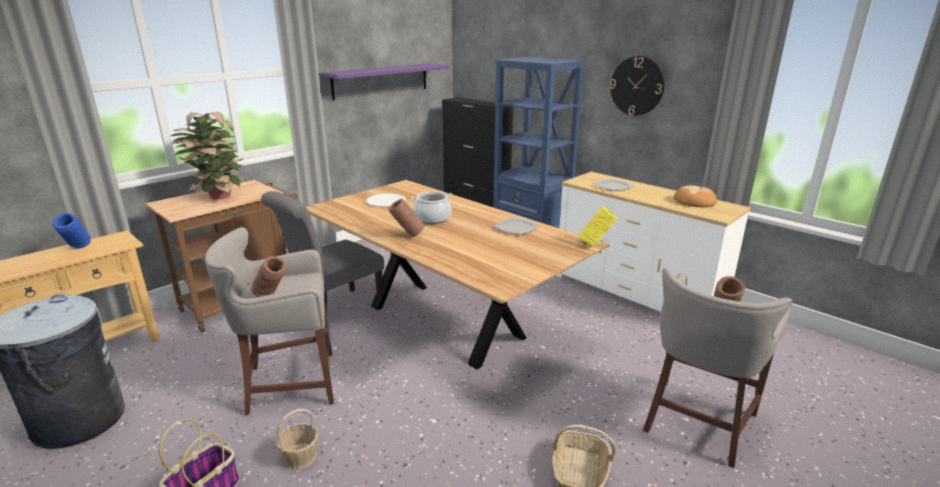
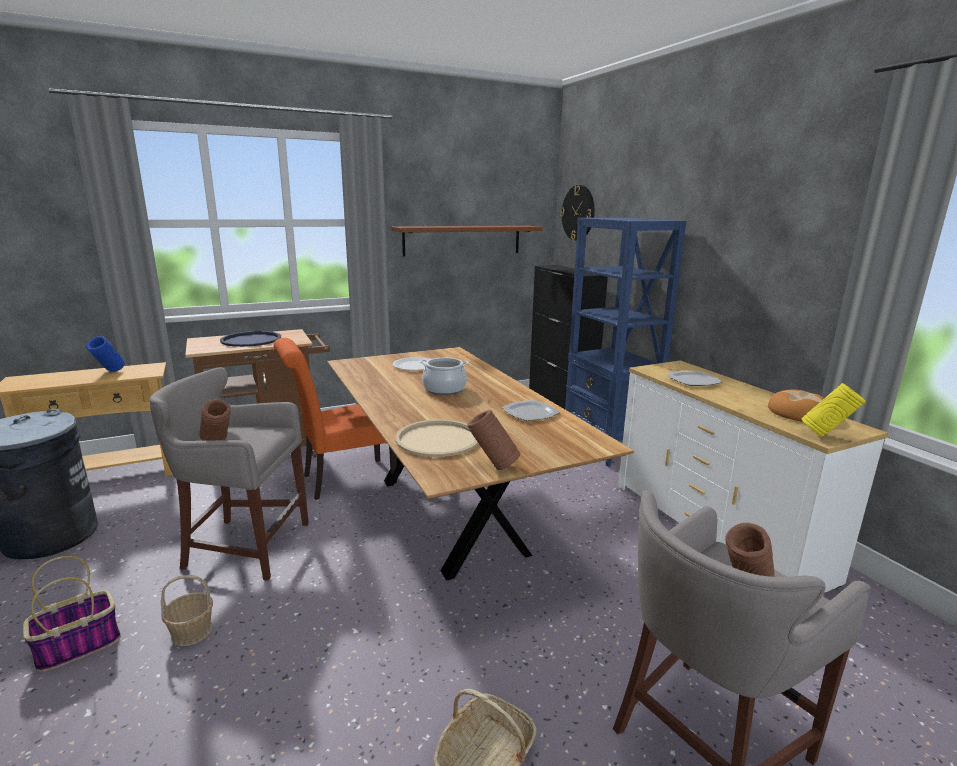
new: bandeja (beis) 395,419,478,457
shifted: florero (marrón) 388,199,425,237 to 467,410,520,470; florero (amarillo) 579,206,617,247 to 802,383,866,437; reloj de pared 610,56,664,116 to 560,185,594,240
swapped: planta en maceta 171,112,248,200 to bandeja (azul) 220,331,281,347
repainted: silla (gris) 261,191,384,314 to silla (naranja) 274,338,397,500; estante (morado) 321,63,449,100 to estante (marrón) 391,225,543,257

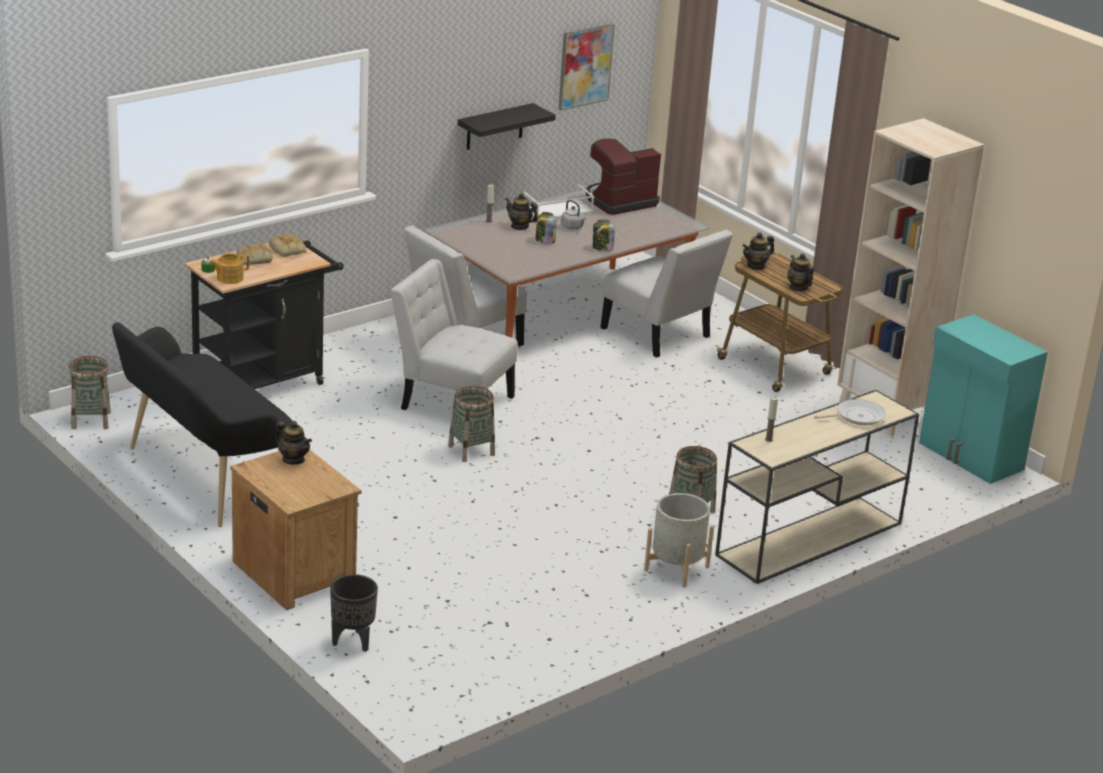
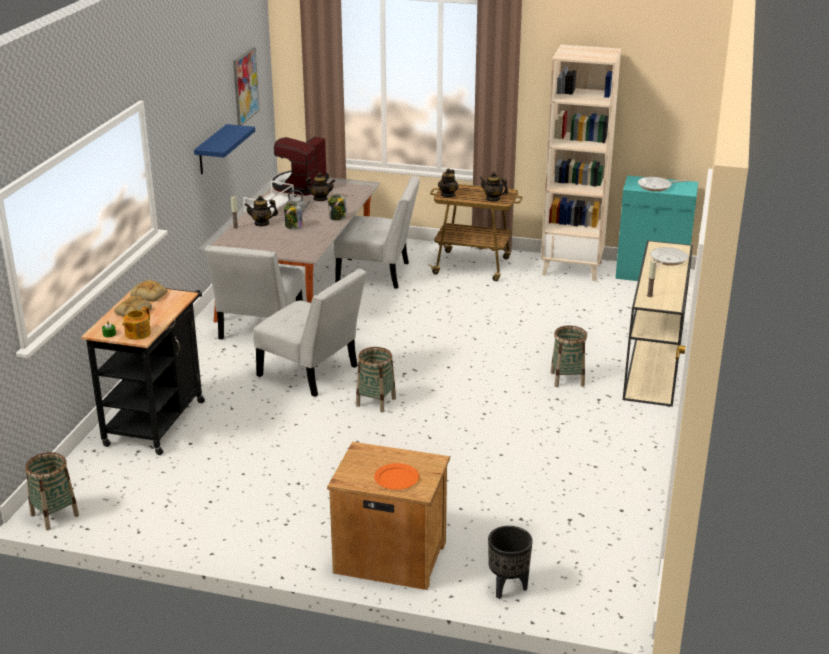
gone: banco (negro) 112,322,292,527; maceta (gris) 644,493,714,587
new: plato (naranja) 374,463,419,490; sartén 638,177,687,192
shifted: tetera 275,421,312,465 to 304,172,335,201
repainted: estante (negro) 458,103,556,150 to estante (azul) 194,124,255,174
rotated: silla (blanco) 390,259,518,410 = 253,269,366,397 135 degrees counterclockwise

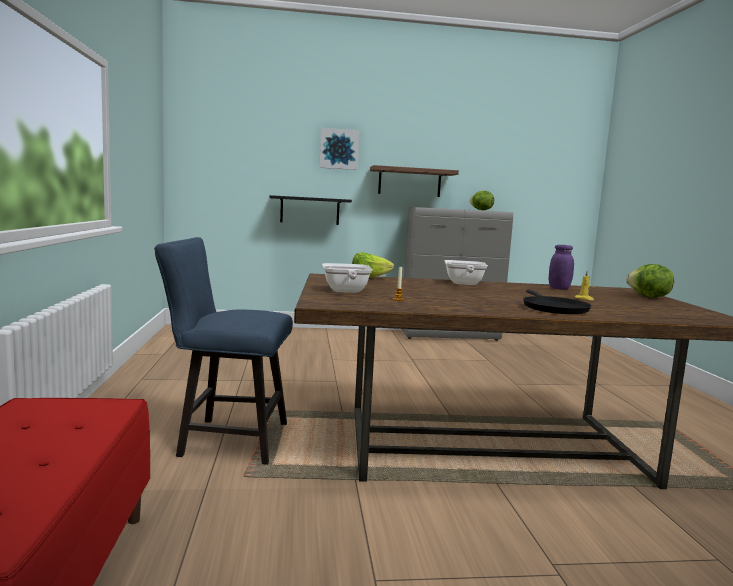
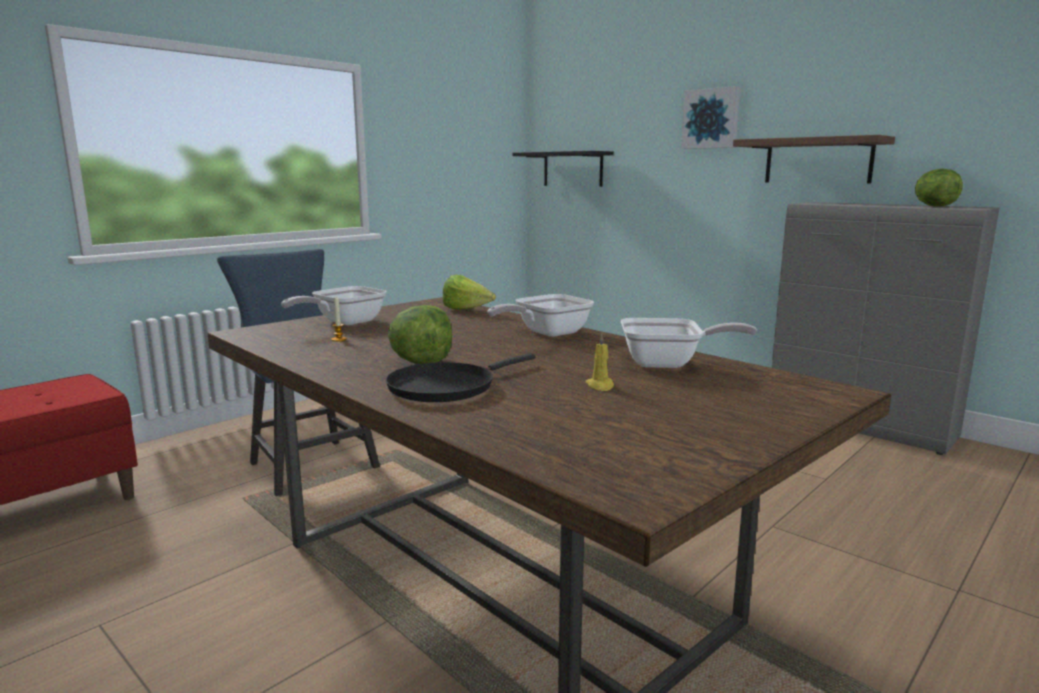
shifted: estante (negro) 269,195,352,225 to 512,151,614,187; lechuga 626,264,674,297 to 388,305,452,364
swapped: tarro (morado) 549,245,574,290 to sartén 621,318,757,368

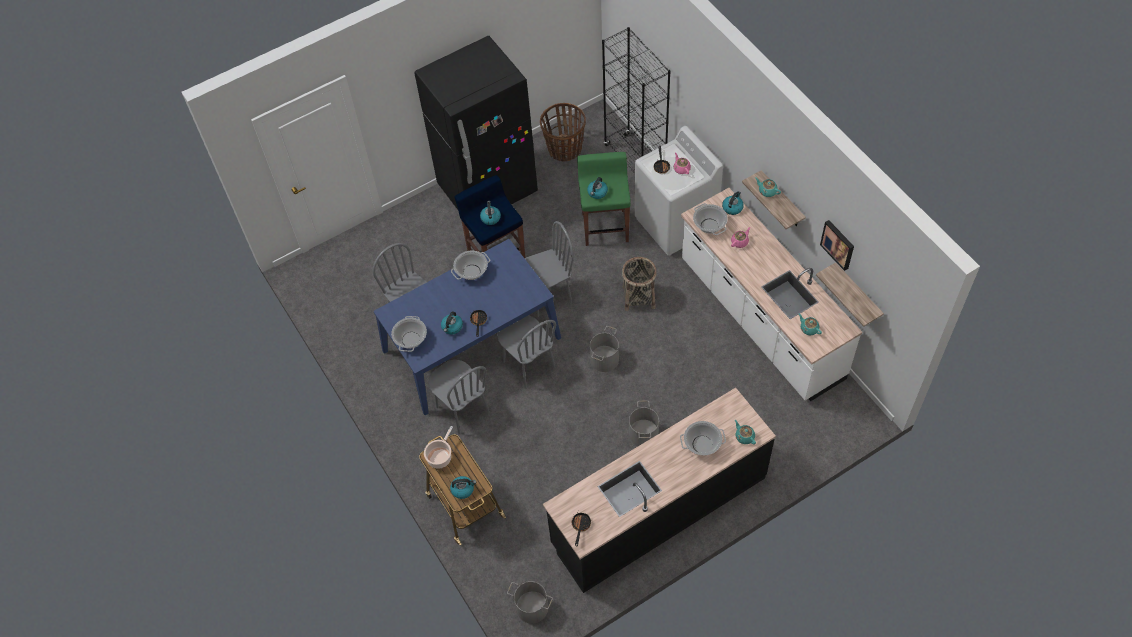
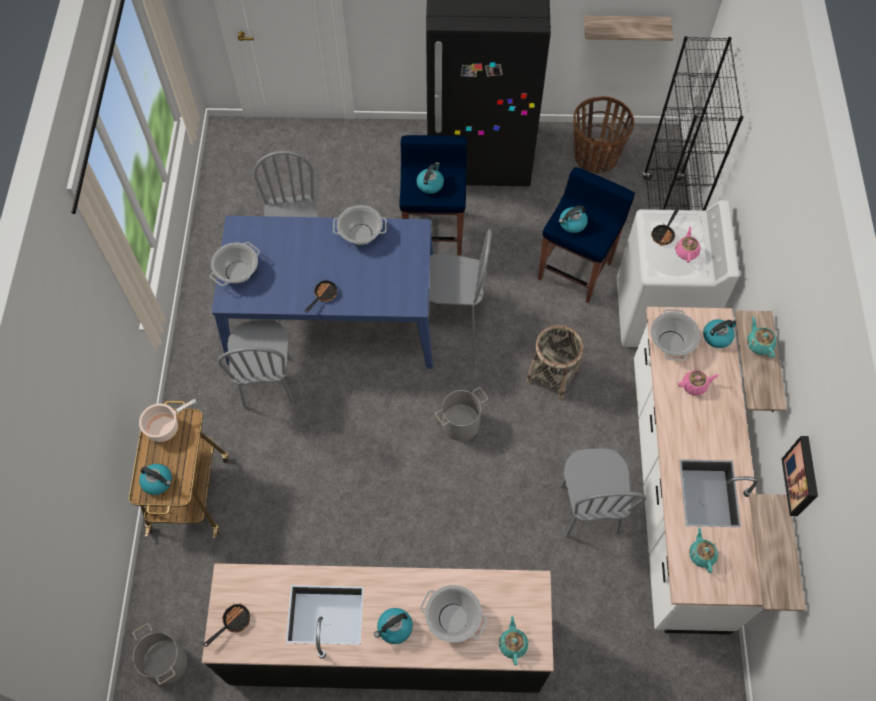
gone: cubo (gris) 629,401,659,446
new: estante 584,15,674,41
shifted: hervidor 441,312,463,334 to 374,608,413,644; silla (gris) 497,315,556,389 to 561,448,647,538
repainted: taburete (verde) 577,152,631,246 to taburete (azul) 538,167,635,303

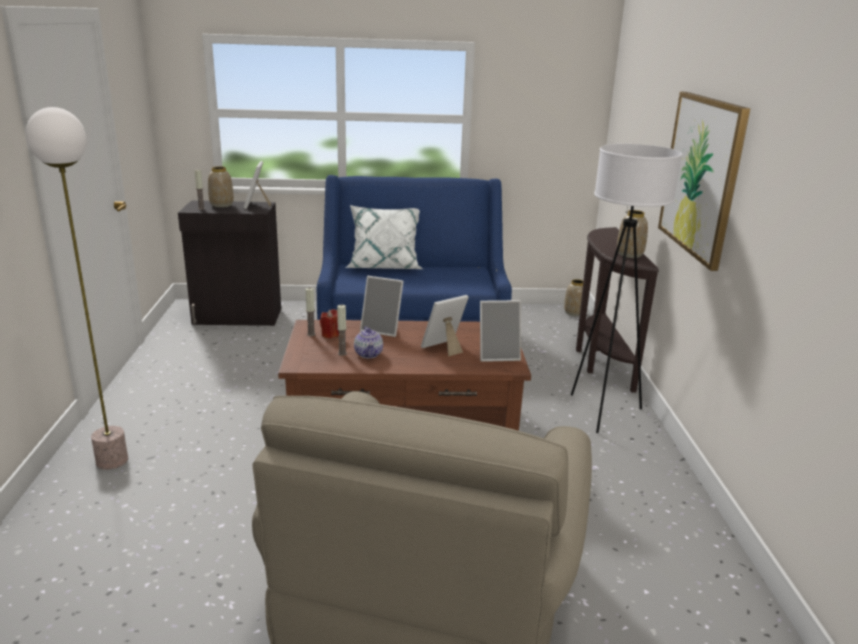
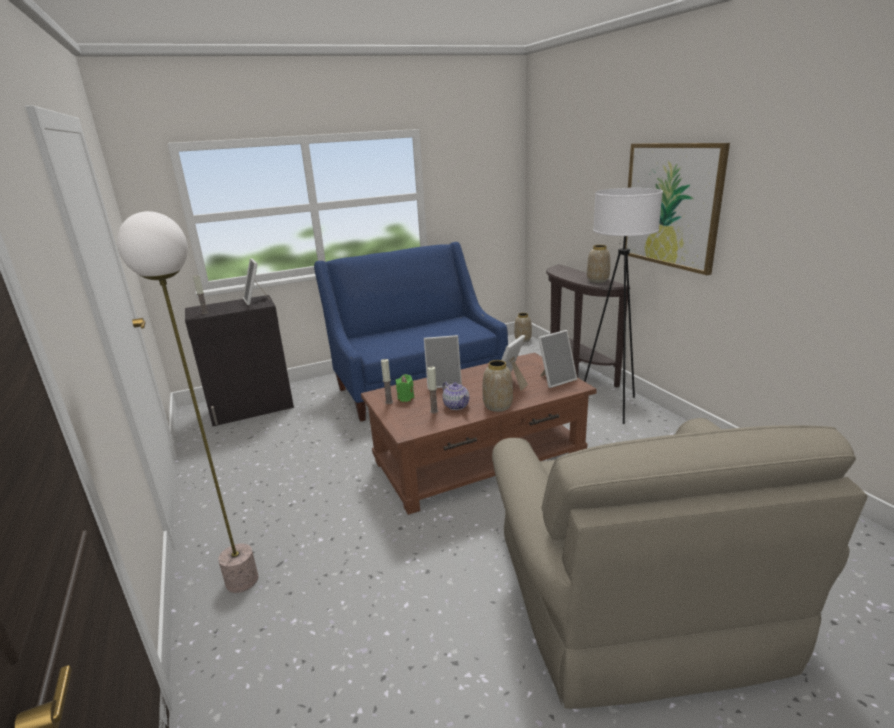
gone: cojín (blanco) 345,205,423,269
shifted: florero 208,166,234,208 to 482,360,513,412
repainted: vela (rojo) 320,309,339,338 to vela (verde) 396,374,414,402

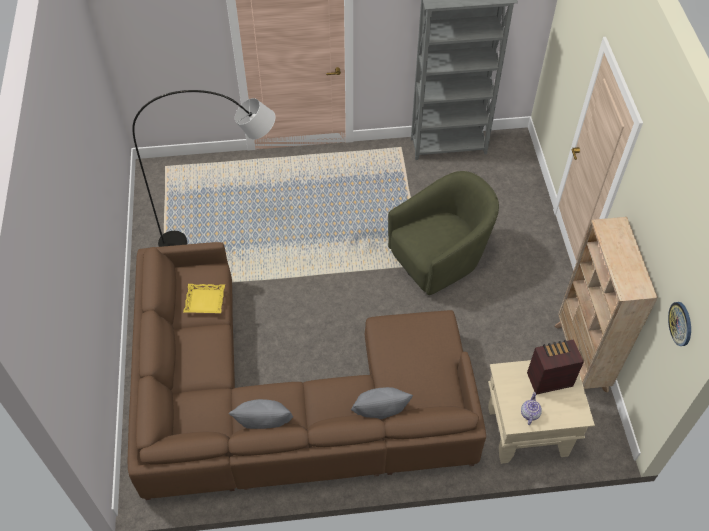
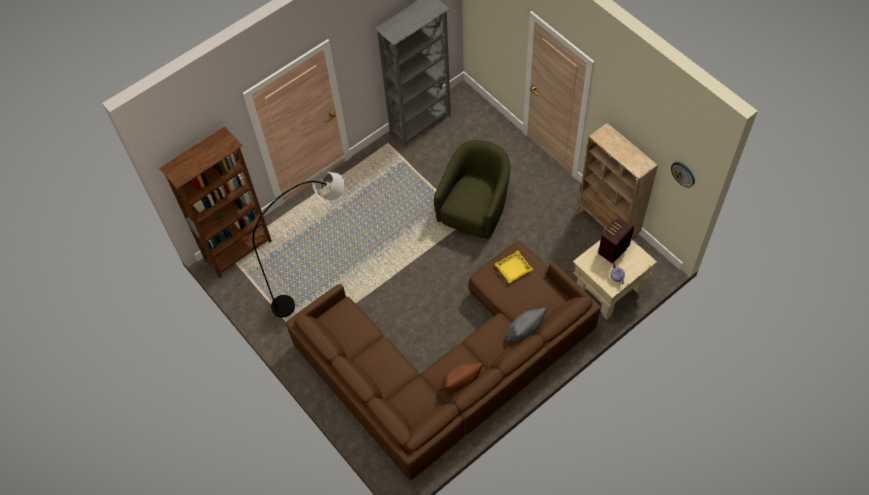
new: estantería (marrón) 159,126,272,278
shifted: bandeja (amarillo) 183,284,225,313 to 495,251,533,283
repainted: cojín (gris) 229,399,293,429 to cojín (marrón) 440,363,483,392

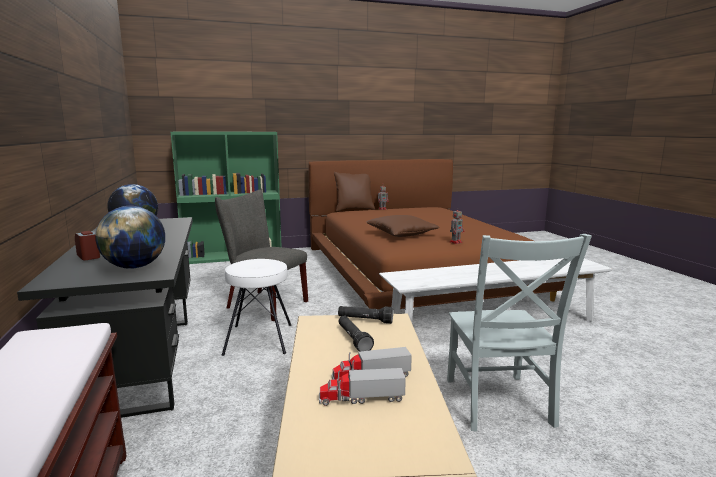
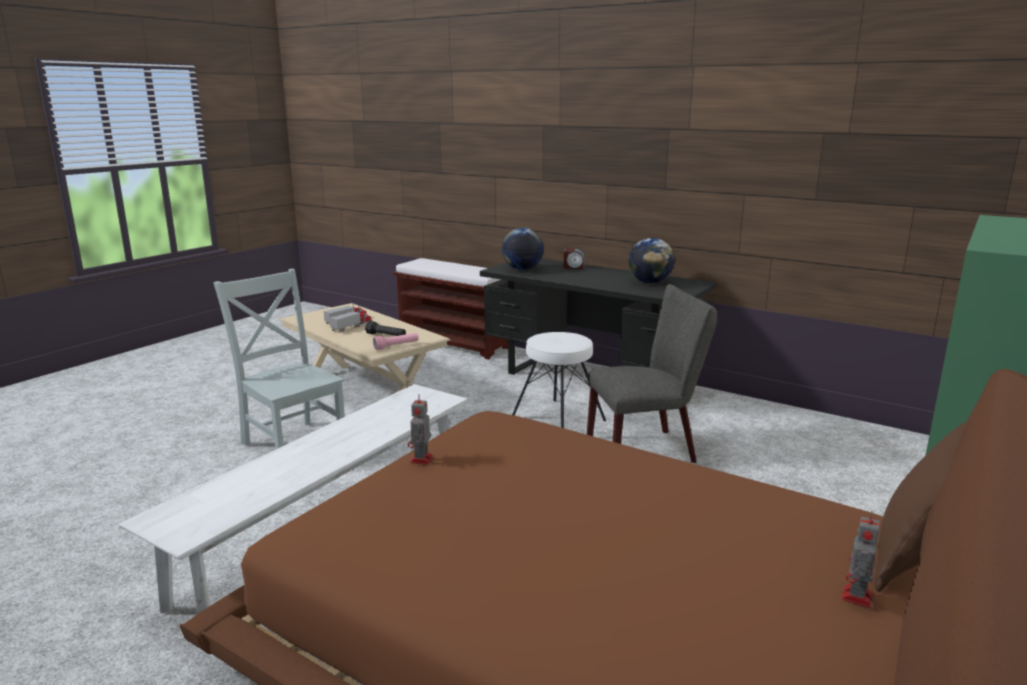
gone: cojín (marrón) 366,215,439,237
repainted: linterna (negro) 338,306,393,324 to linterna (rosa) 373,333,418,350

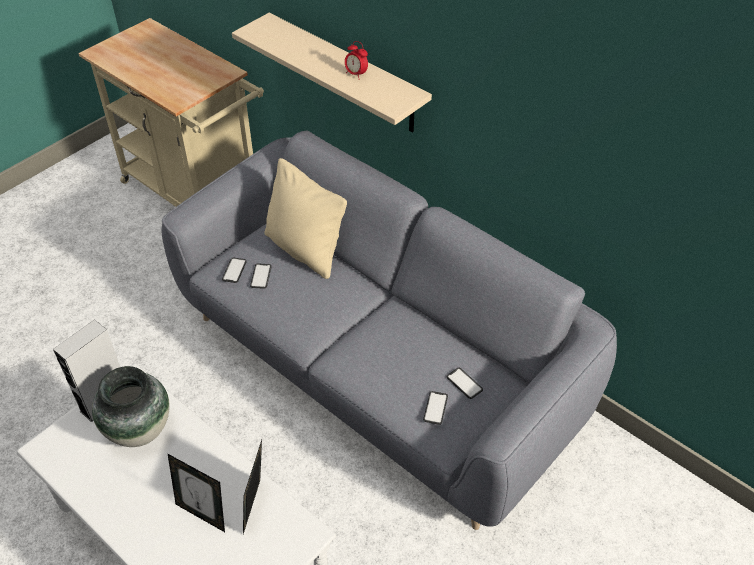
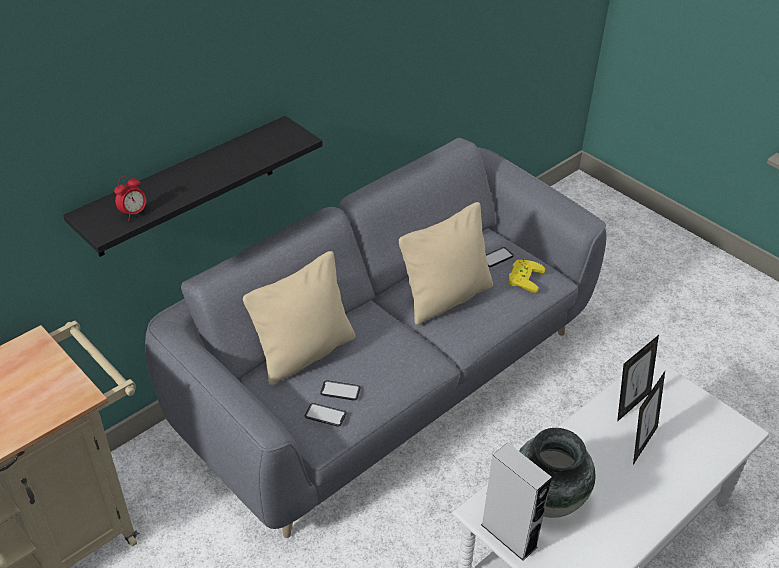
new: cojín (beis) 399,202,493,325
shifted: despertador 345,41,368,80 to 114,175,147,220
swapped: móvil 423,391,448,425 to mando de consola (amarillo) 508,260,545,293
repainted: estante (beis) 232,13,432,133 to estante (negro) 63,116,323,257
rotated: portarretratos 243,440,262,534 = 617,335,659,422 60 degrees counterclockwise

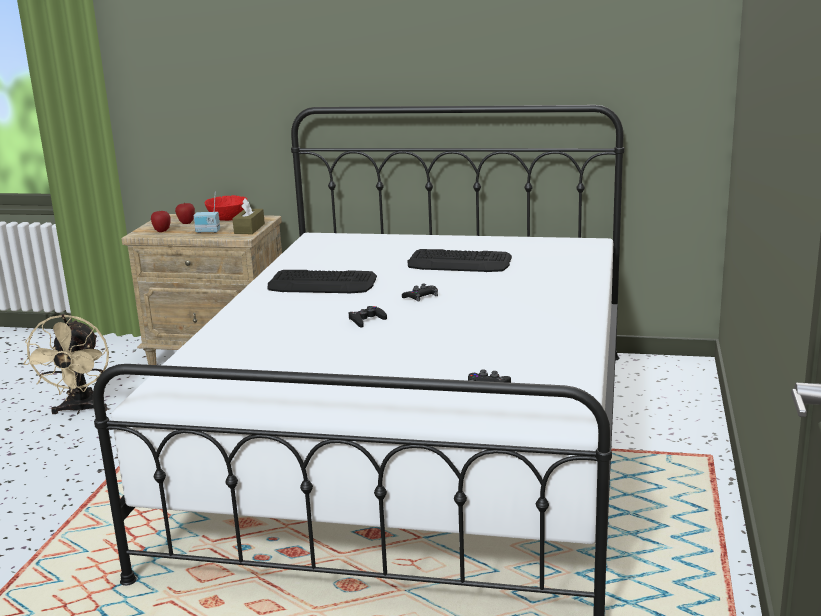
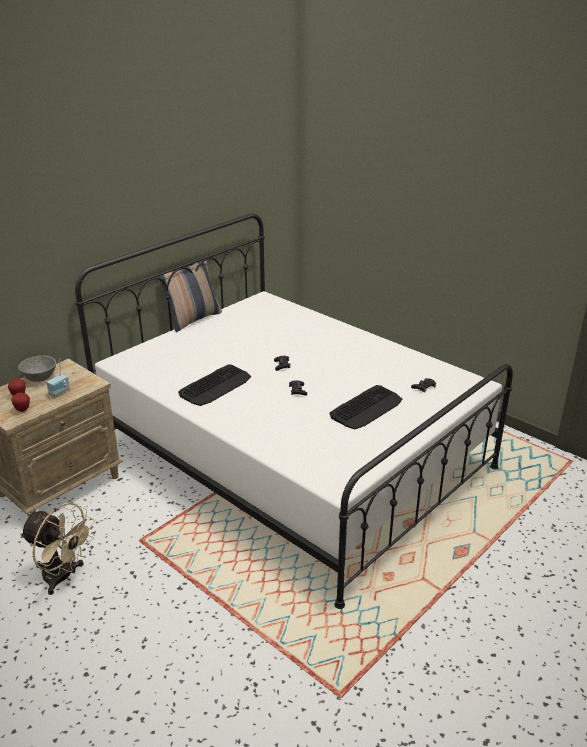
gone: caja de pañuelos (marrón) 232,198,265,234
new: cojín 159,260,222,332
shifted: teclado 407,249,512,272 to 329,385,402,429
repainted: cuenco (rojo) 205,195,247,221 to cuenco (gris) 18,355,56,382

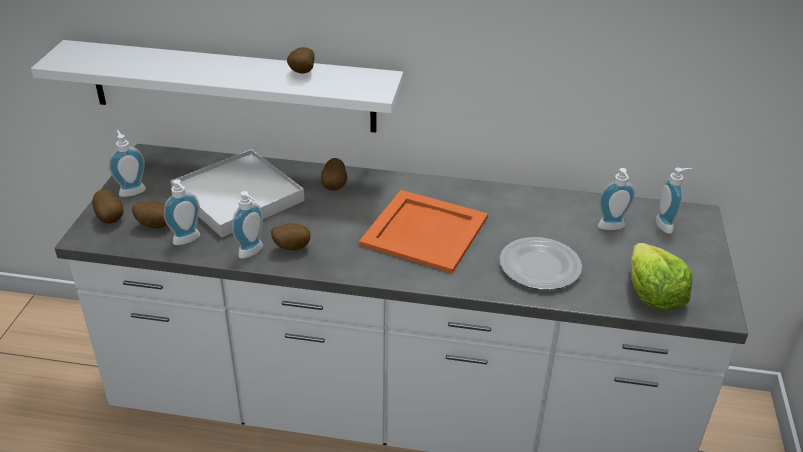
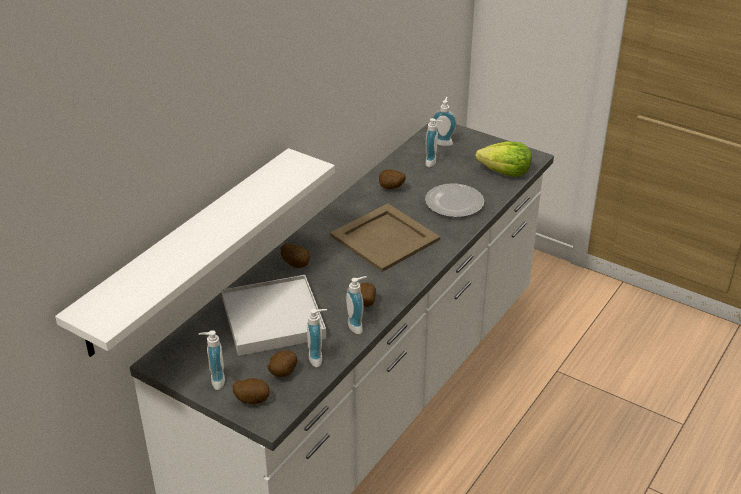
shifted: patata 287,47,315,74 to 379,169,406,189
repainted: bandeja (naranja) 359,190,488,273 to bandeja (beis) 330,203,440,272

